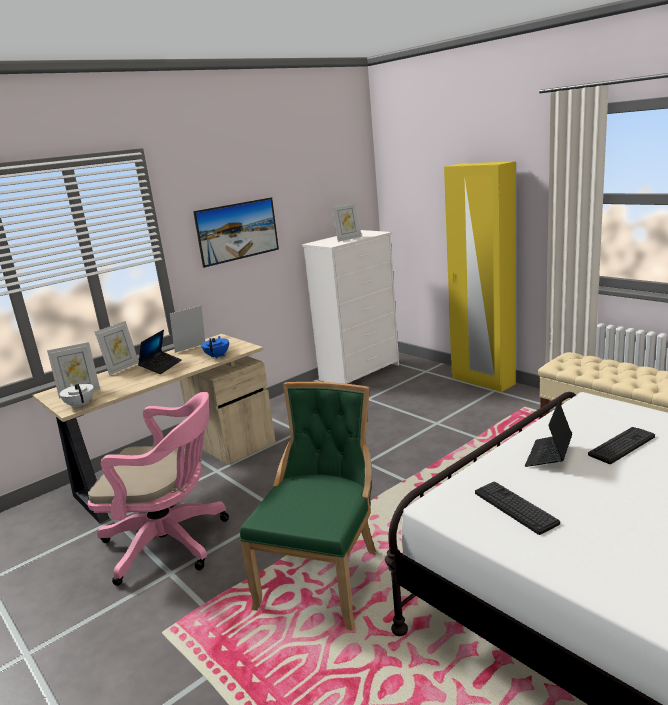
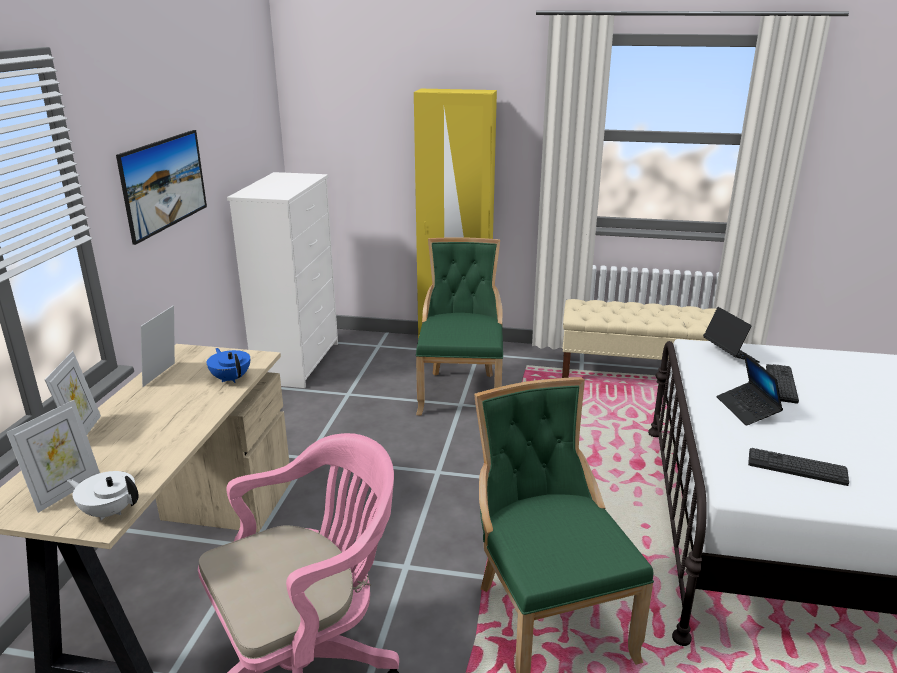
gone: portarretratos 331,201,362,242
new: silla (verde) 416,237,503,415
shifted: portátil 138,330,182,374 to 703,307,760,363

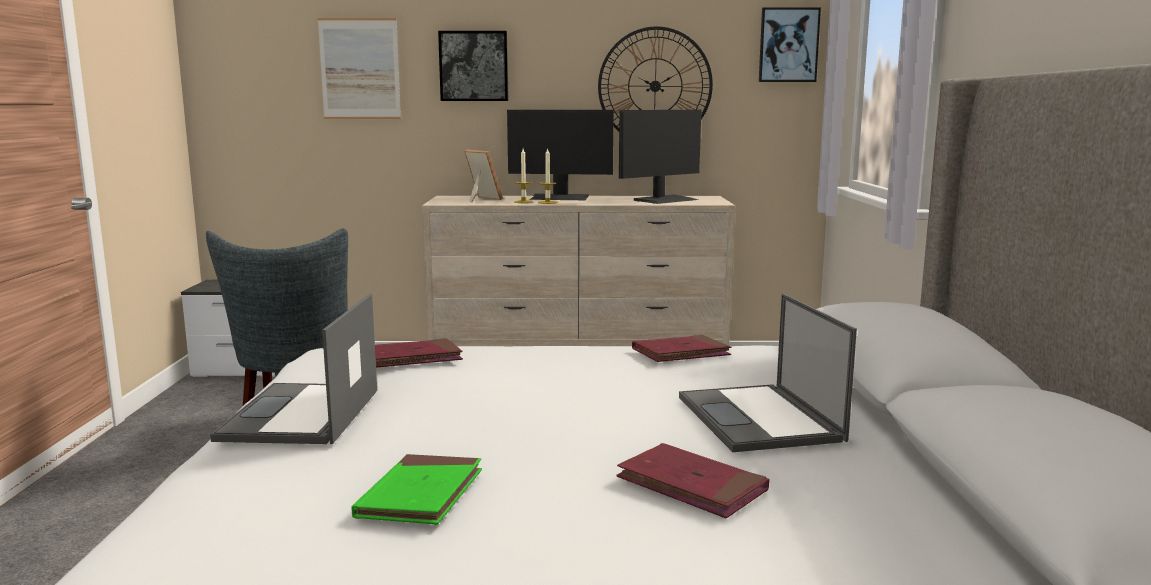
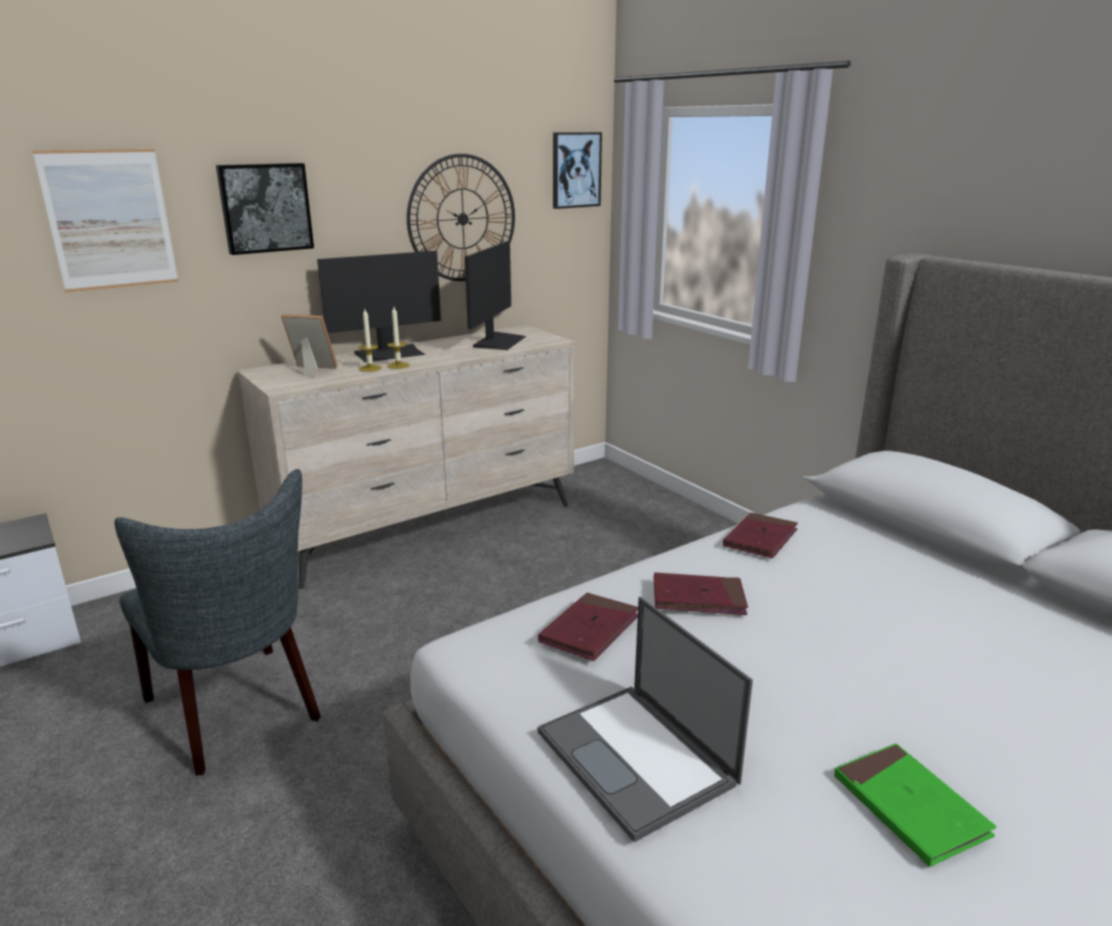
gone: portátil 679,293,857,452
shifted: libro (rojo) 617,443,769,518 to 654,572,748,615

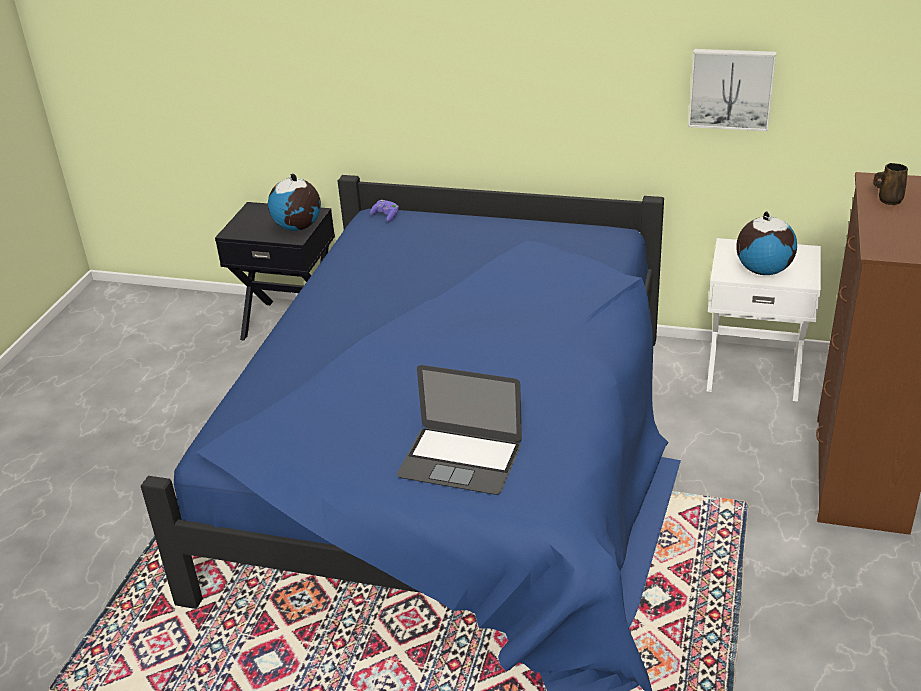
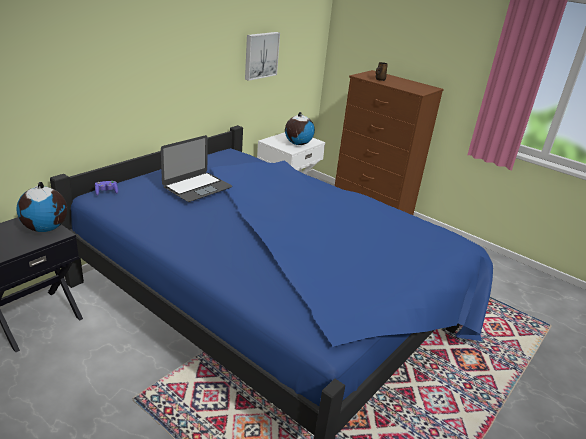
shifted: portátil 397,365,522,495 to 161,135,232,202

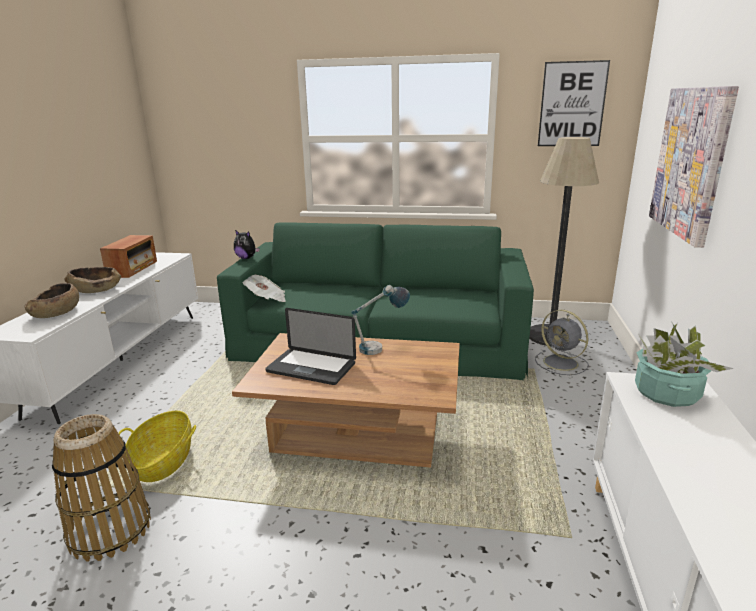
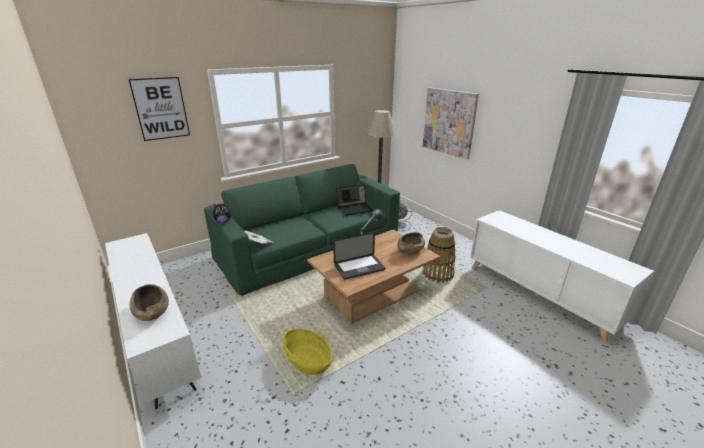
gone: radio 100,235,157,278; planta en maceta 635,321,734,407
new: portátil 336,185,373,216
shifted: cesta 52,414,151,562 to 423,227,456,283; cuenco (marrón) 64,267,121,293 to 398,232,425,255; cuadro 538,60,610,146 to 128,77,190,141

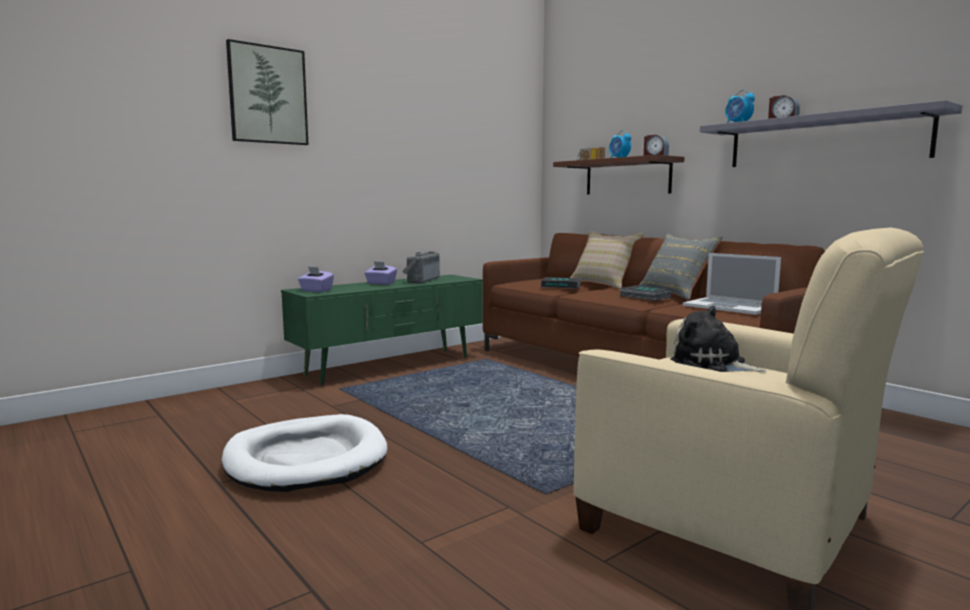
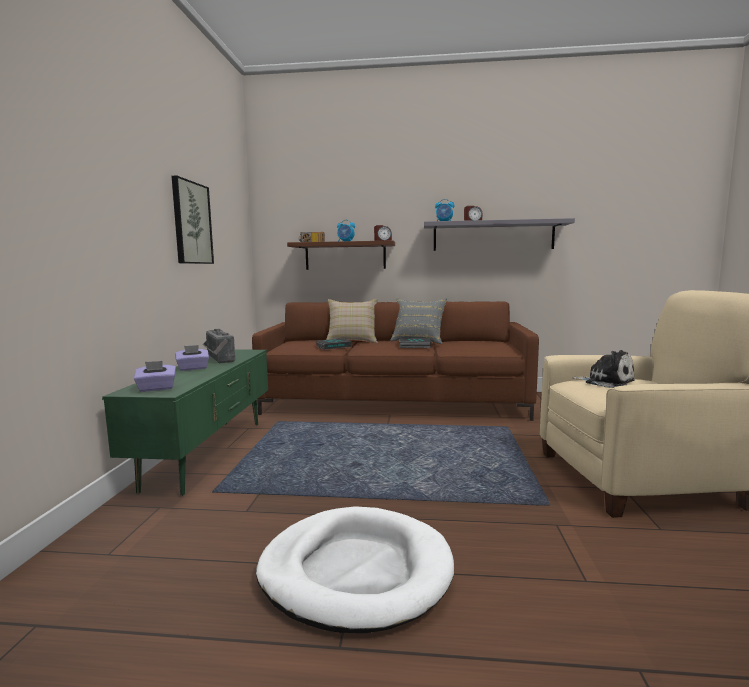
gone: portátil 683,253,781,315
shifted: cuadro 226,39,308,145 to 172,176,214,264
rotated: peluche 670,306,767,372 = 572,350,635,388 135 degrees counterclockwise

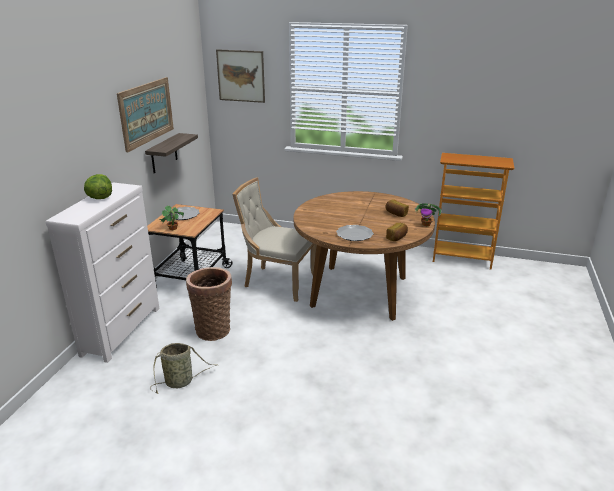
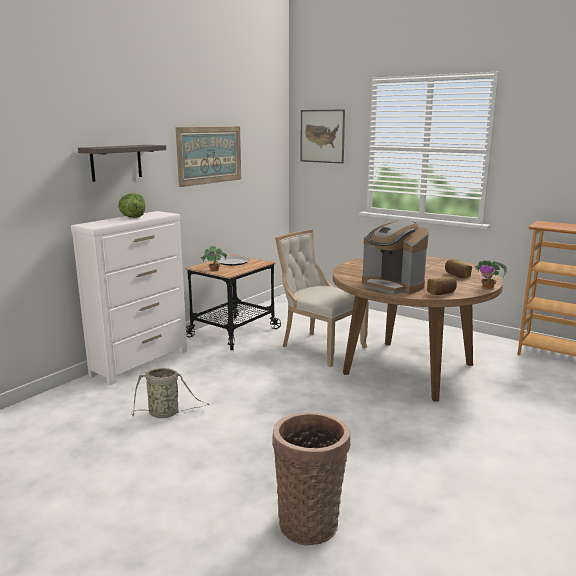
shifted: estante 145,133,198,173 to 78,145,166,182; cesta 186,267,232,341 to 272,412,351,545
swapped: plato 336,225,374,241 to cafetera 362,220,429,294

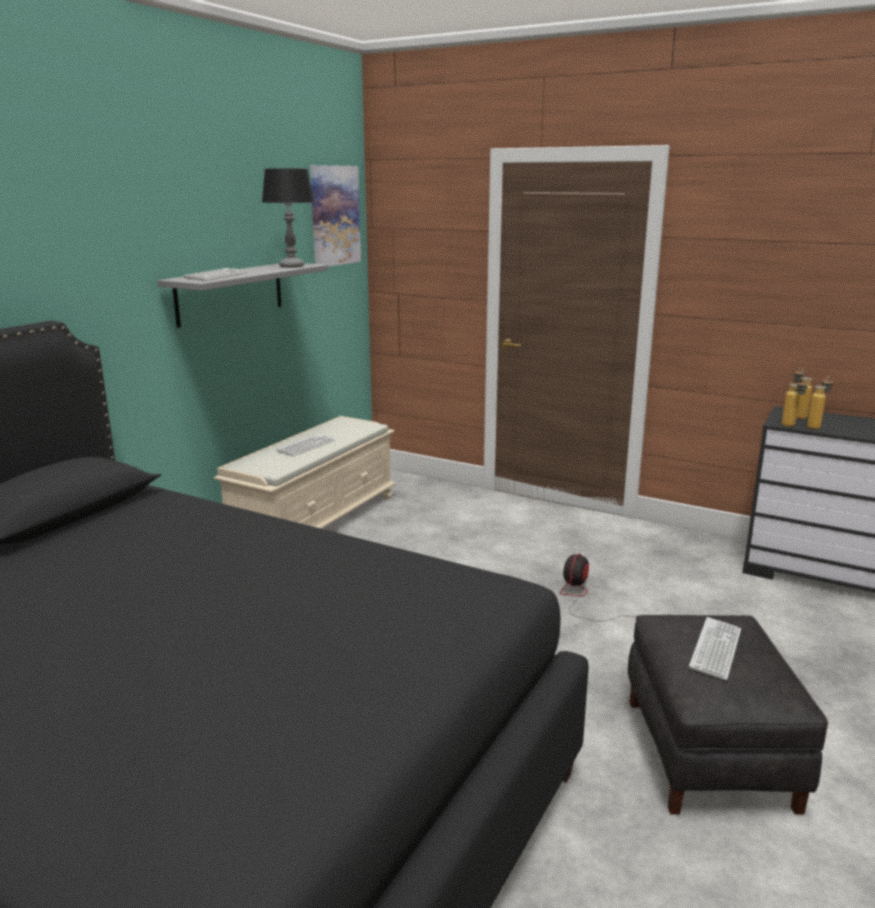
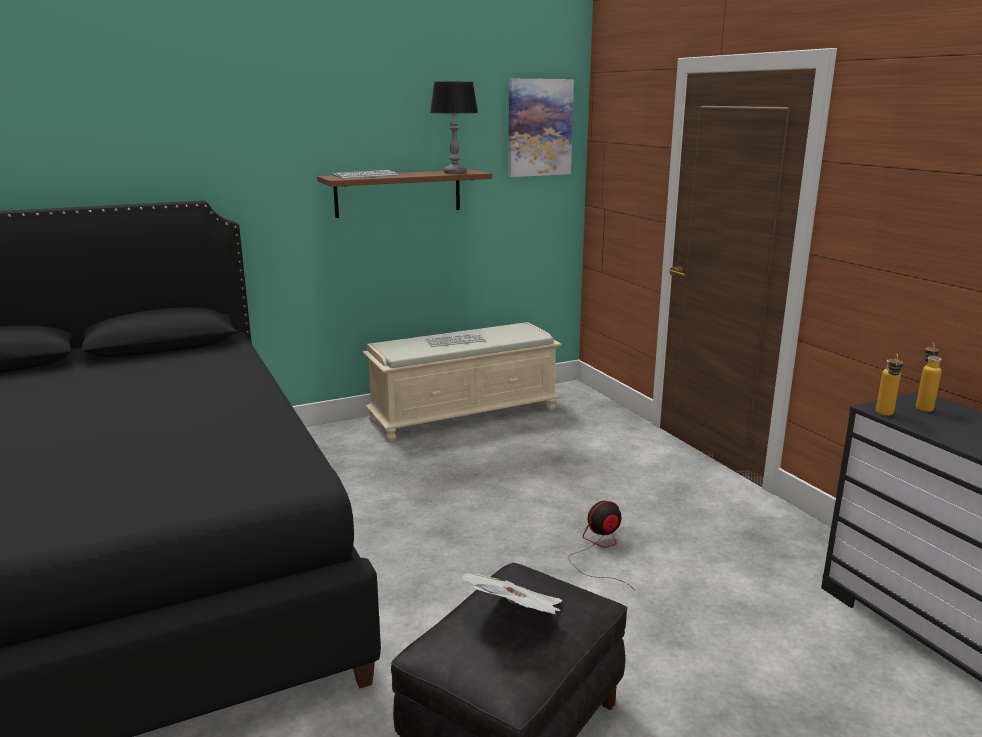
gone: botella 807,376,833,429
swapped: teclado 689,617,741,680 to periódico 462,573,562,614
repainted: estante (gris) 157,263,328,328 to estante (marrón) 317,170,492,218

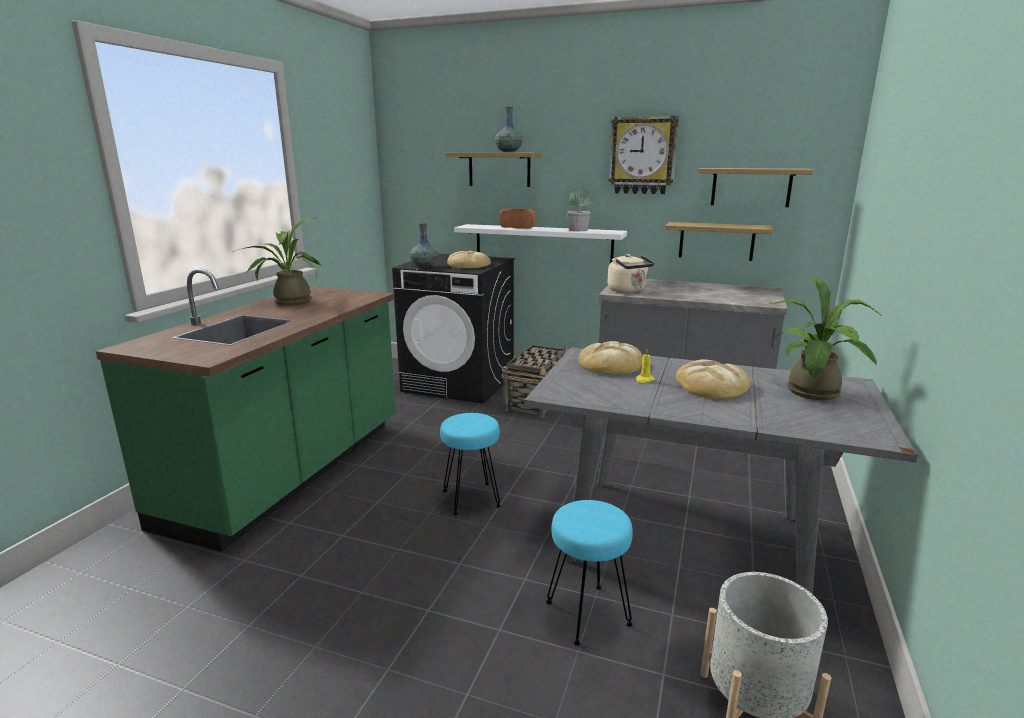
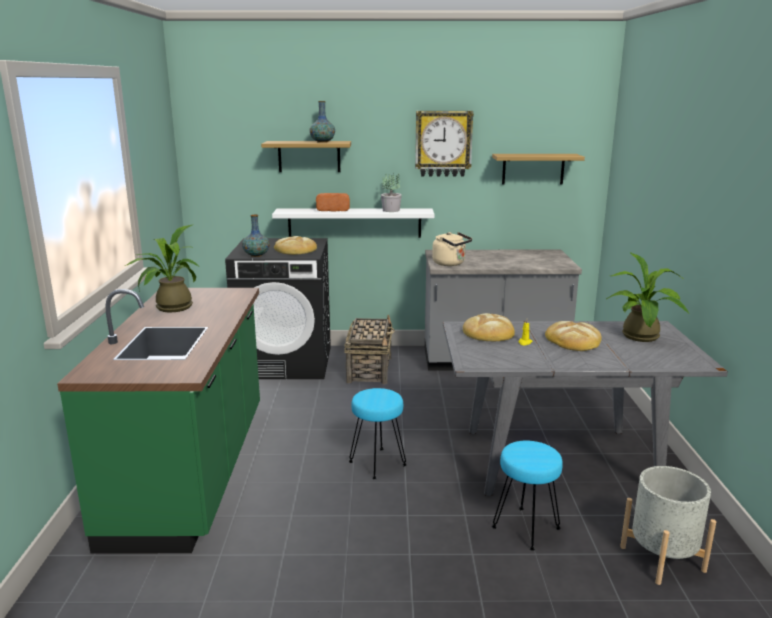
gone: estante 665,222,773,261

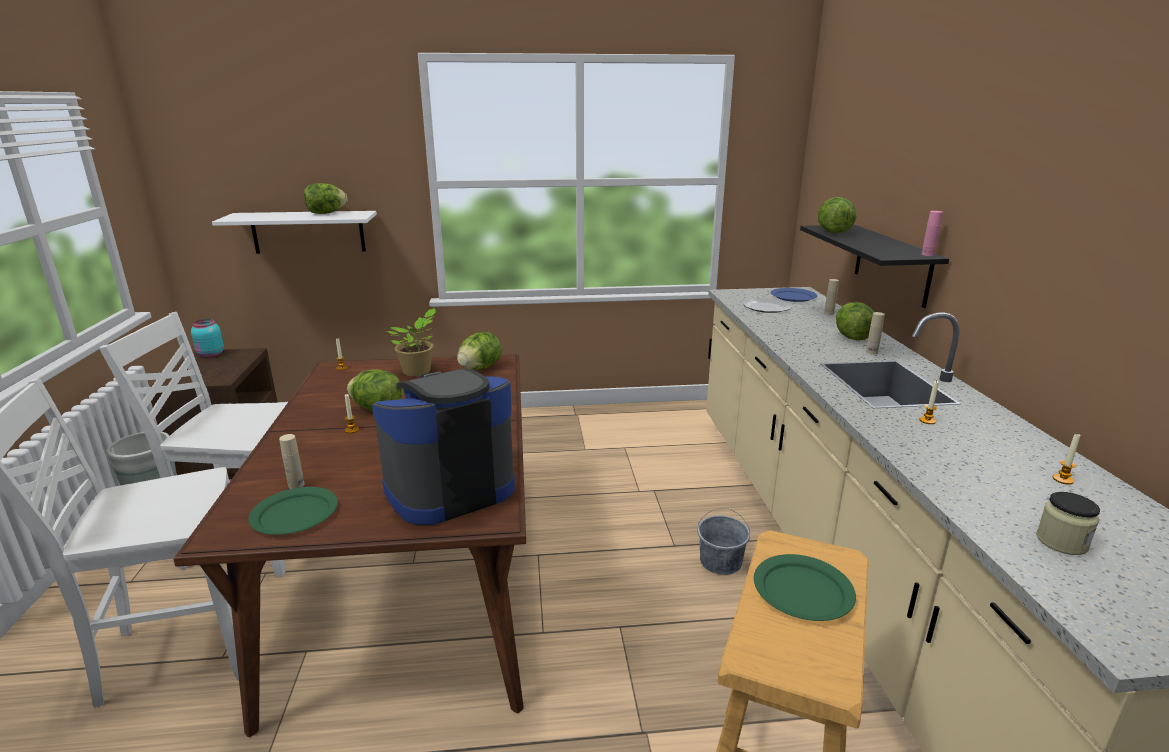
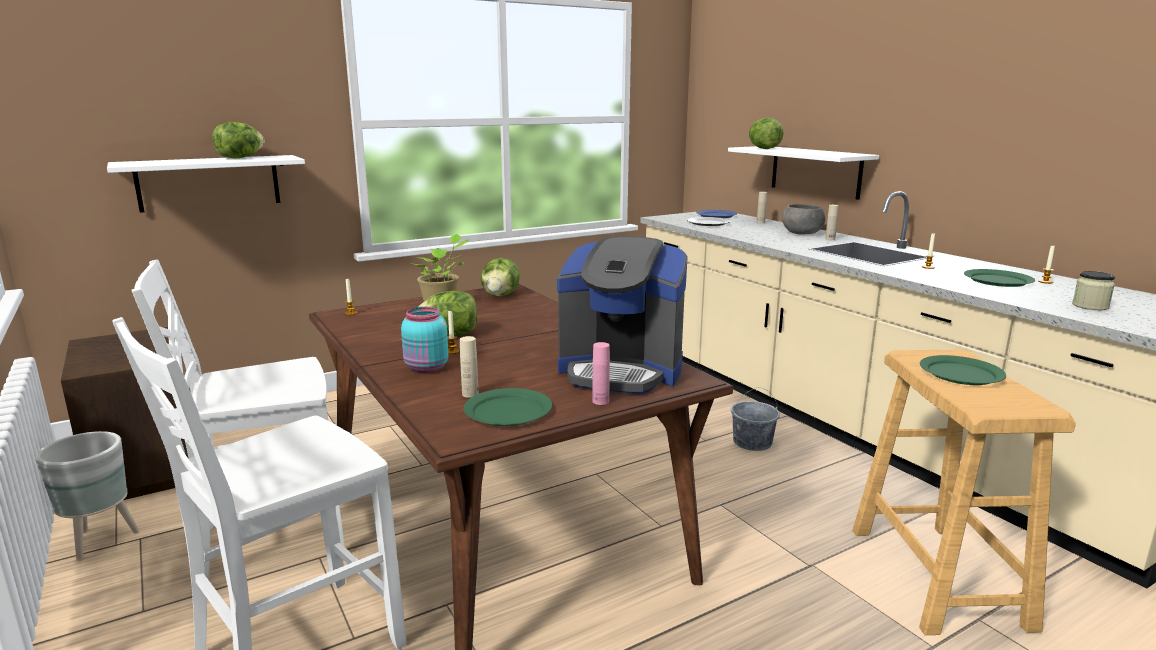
new: plato (verde) 964,269,1035,287
shifted: tarro (turquesa) 191,319,224,357 to 401,307,448,373; botella (rosa) 921,211,943,256 to 593,342,610,405
swapped: lechuga 836,302,874,341 to cuenco (gris) 782,204,825,235
repainted: estante (negro) 800,225,949,308 to estante (blanco) 728,146,879,200
rotated: cafetera 372,368,515,525 = 557,236,688,394 105 degrees counterclockwise

